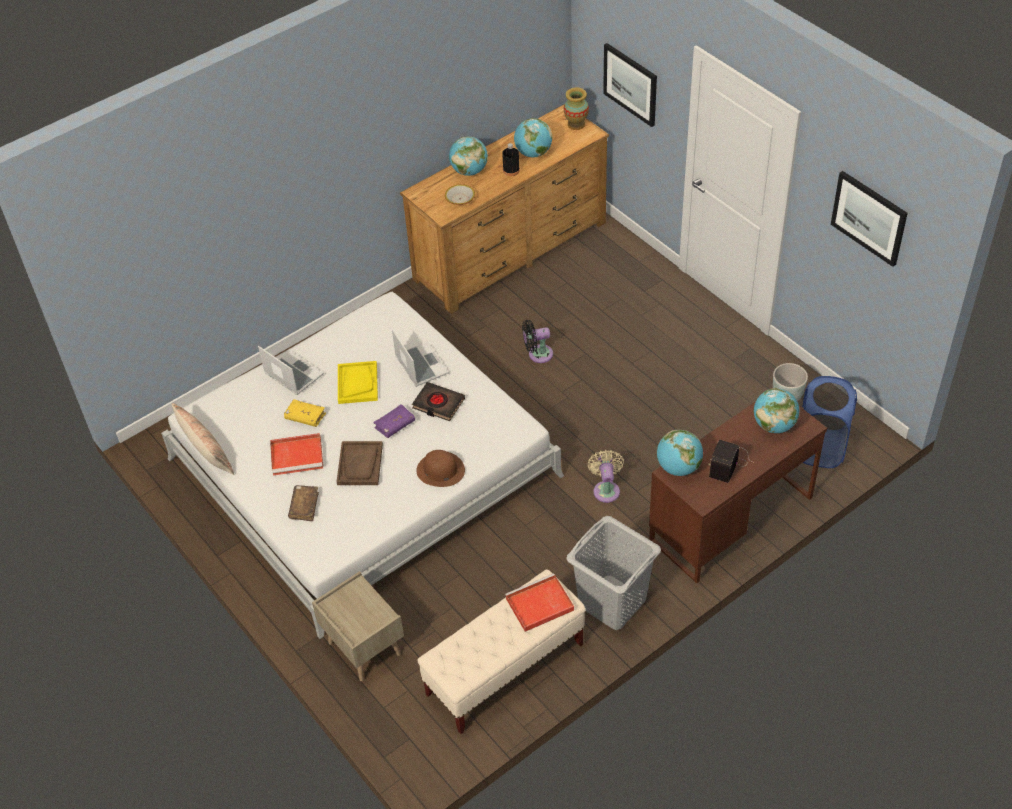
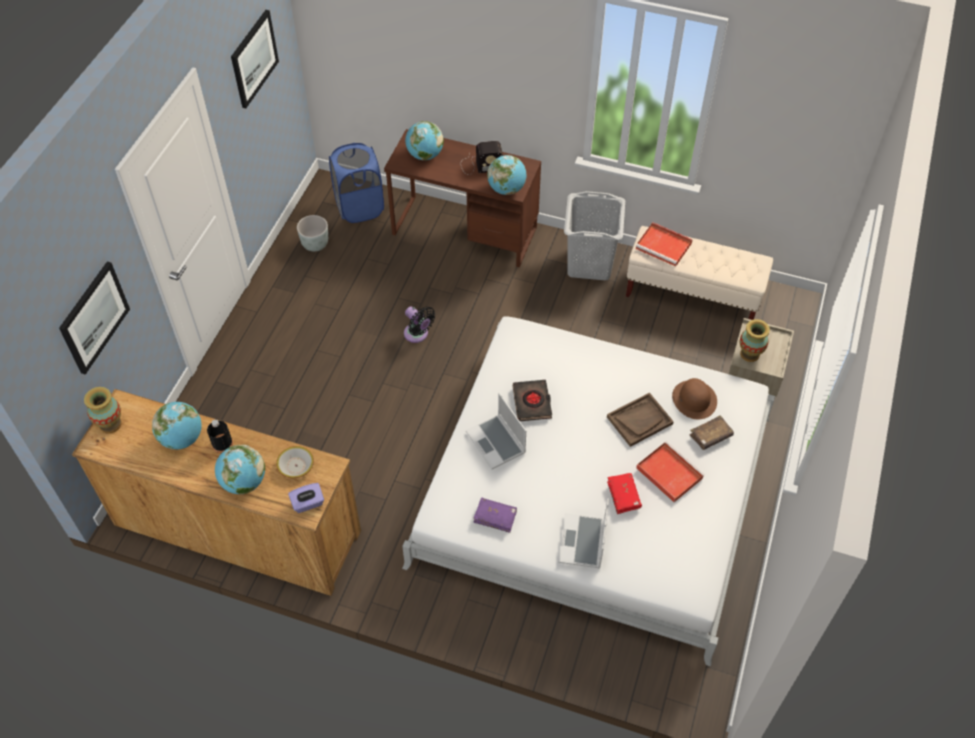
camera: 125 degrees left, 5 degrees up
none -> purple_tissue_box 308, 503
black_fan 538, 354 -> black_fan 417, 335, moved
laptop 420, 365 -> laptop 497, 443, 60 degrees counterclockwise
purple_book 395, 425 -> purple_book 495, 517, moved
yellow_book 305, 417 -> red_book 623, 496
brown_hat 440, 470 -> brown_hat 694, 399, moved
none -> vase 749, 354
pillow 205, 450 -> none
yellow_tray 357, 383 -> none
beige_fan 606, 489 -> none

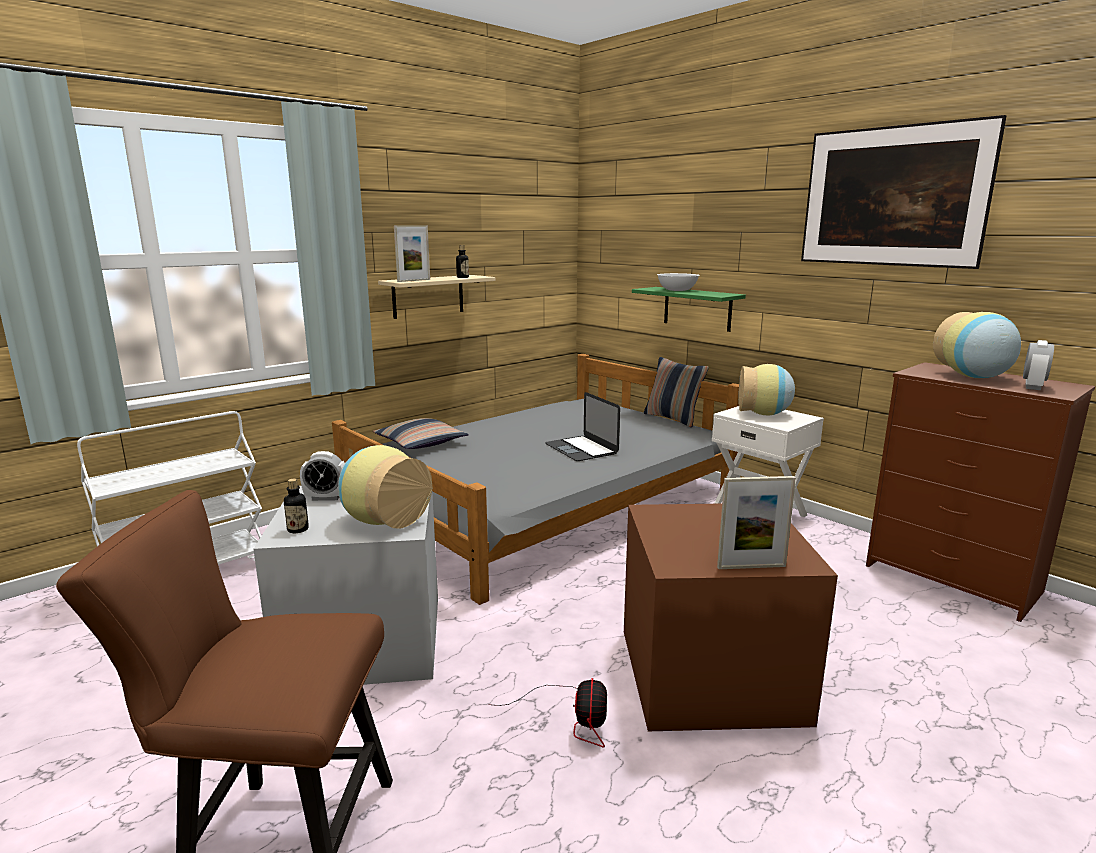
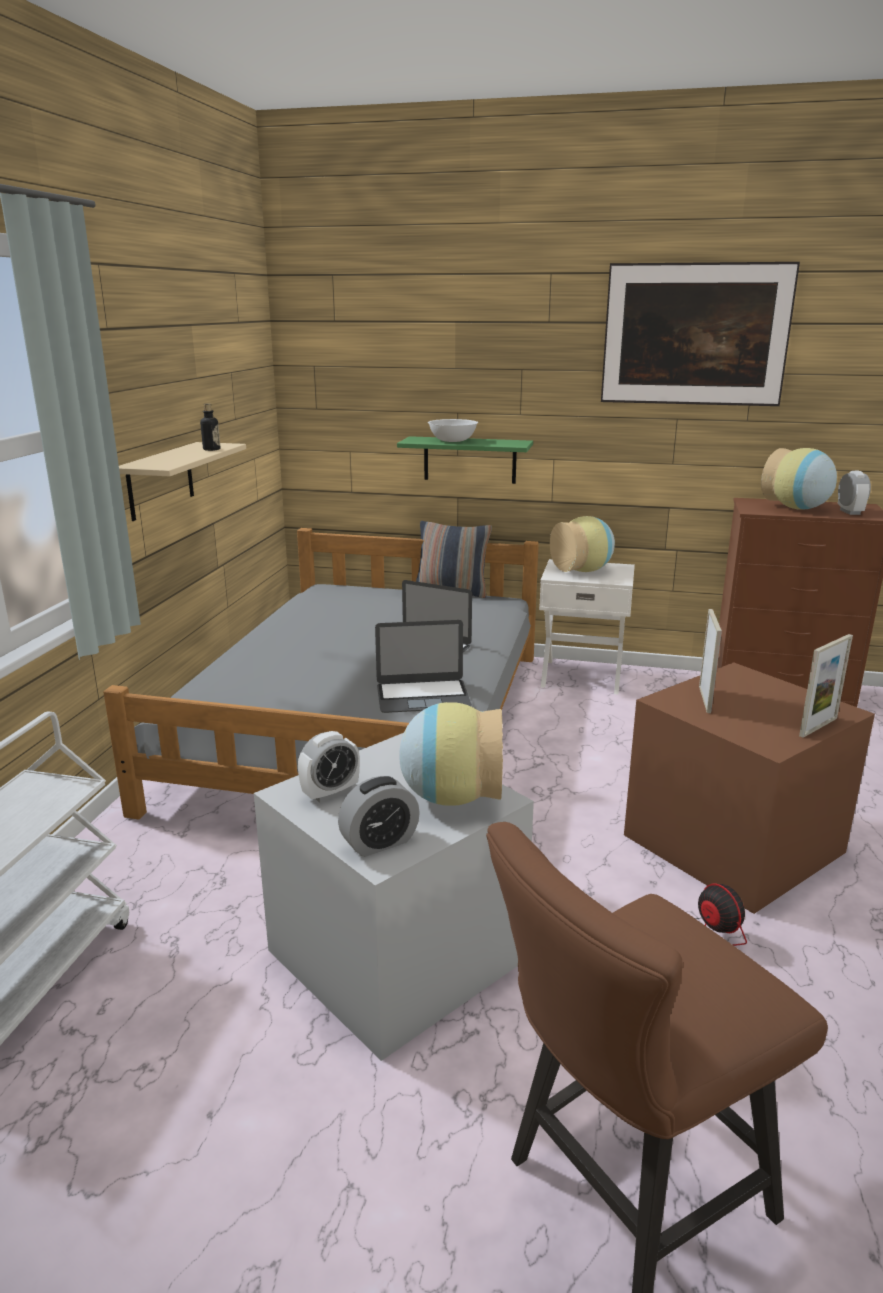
camera: 35 degrees left, 5 degrees up
bottle 298, 529 -> alarm_clock 379, 842
none -> laptop 423, 696
picture_frame 414, 280 -> picture_frame 704, 699, moved
pillow 420, 443 -> none

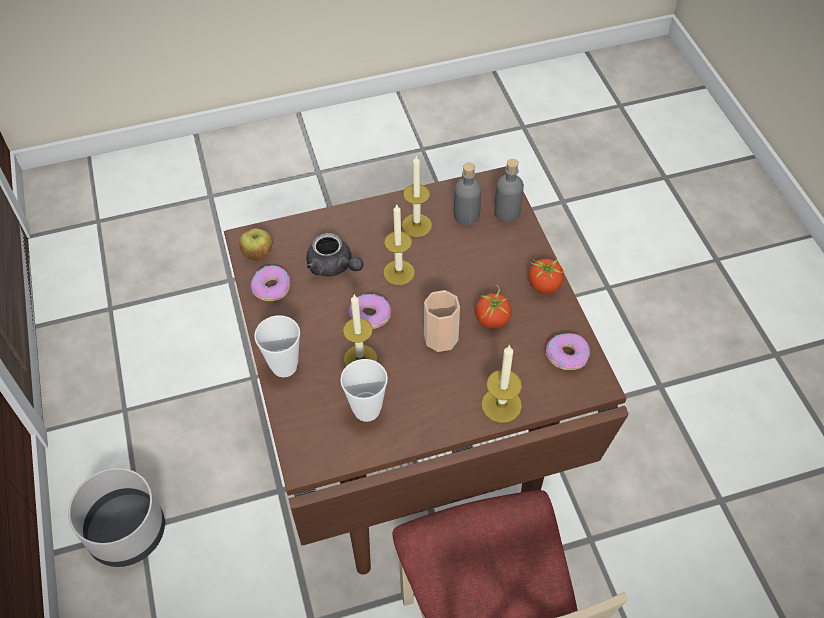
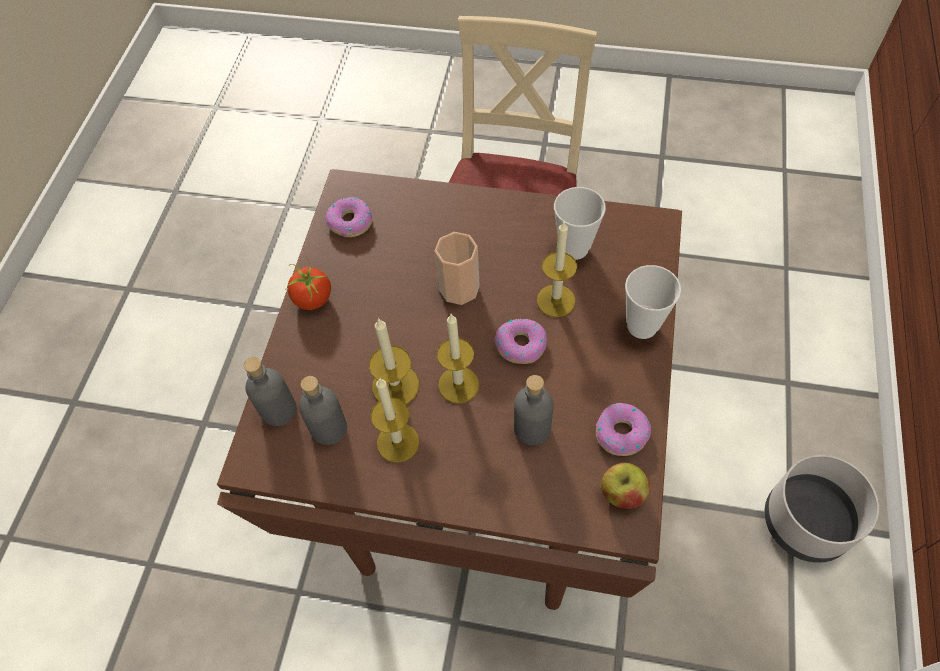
camera: 150 degrees left, 5 degrees up
candle 501, 405 -> candle 395, 386, moved
grey_teapot 334, 266 -> grey_bottle 532, 428
tomato 492, 320 -> none

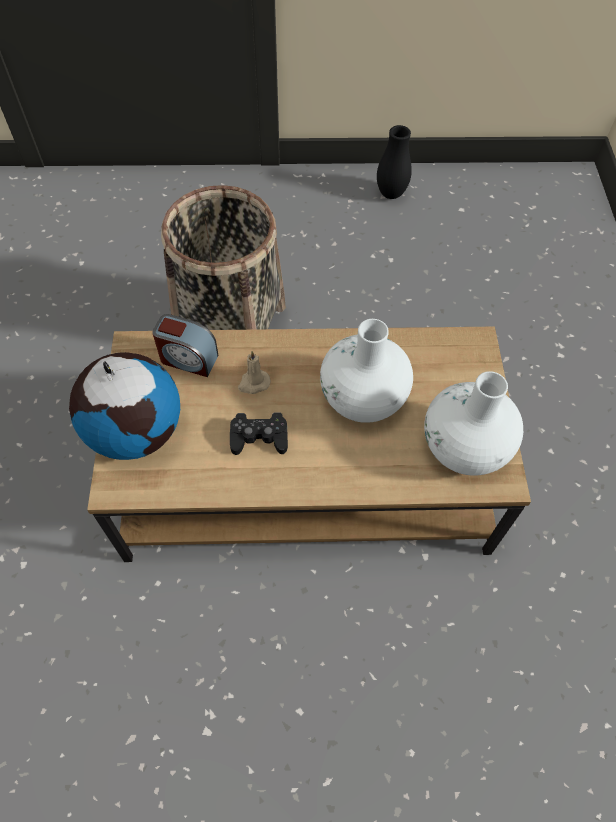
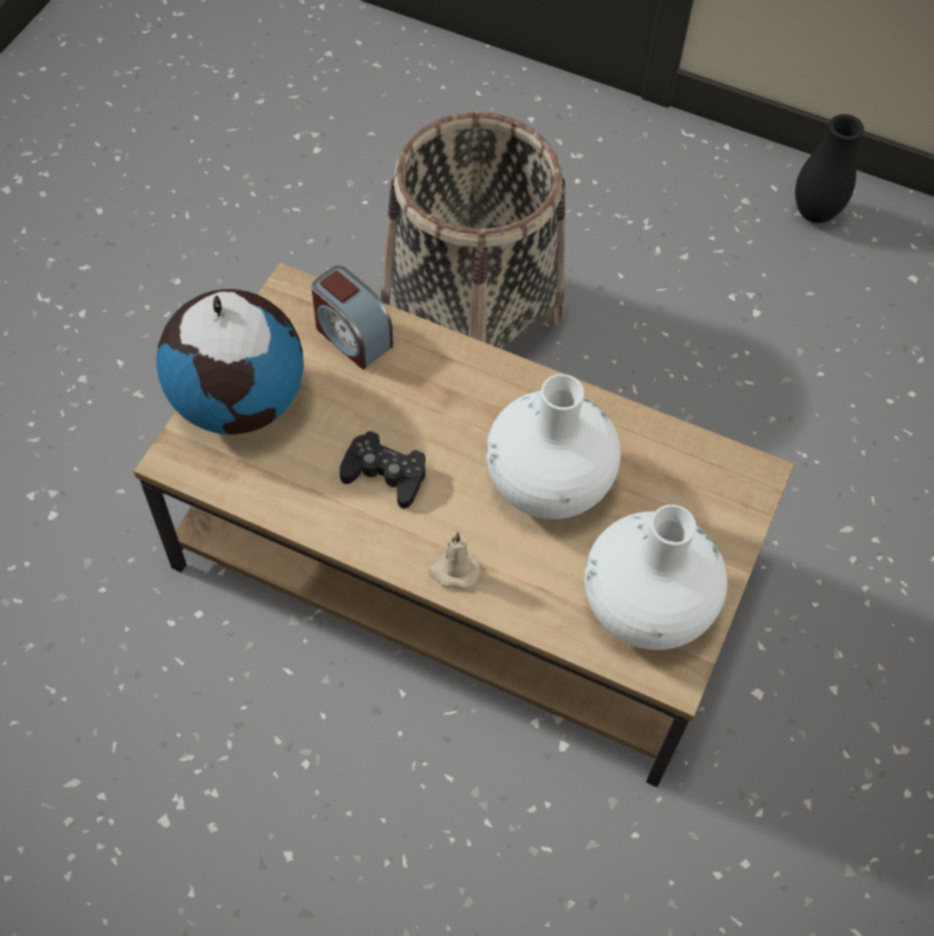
camera: 25 degrees right, 0 degrees up
beige_candle 253, 383 -> beige_candle 453, 571, moved

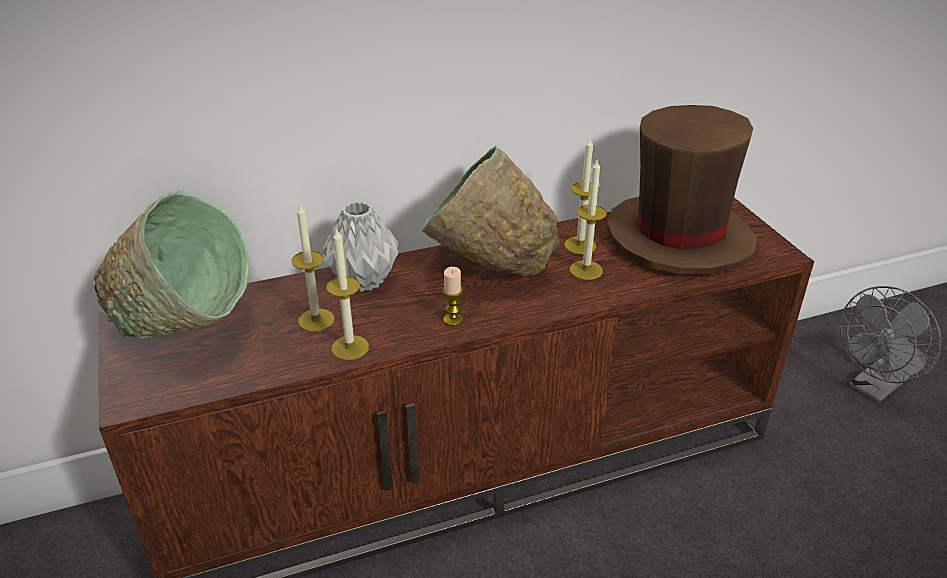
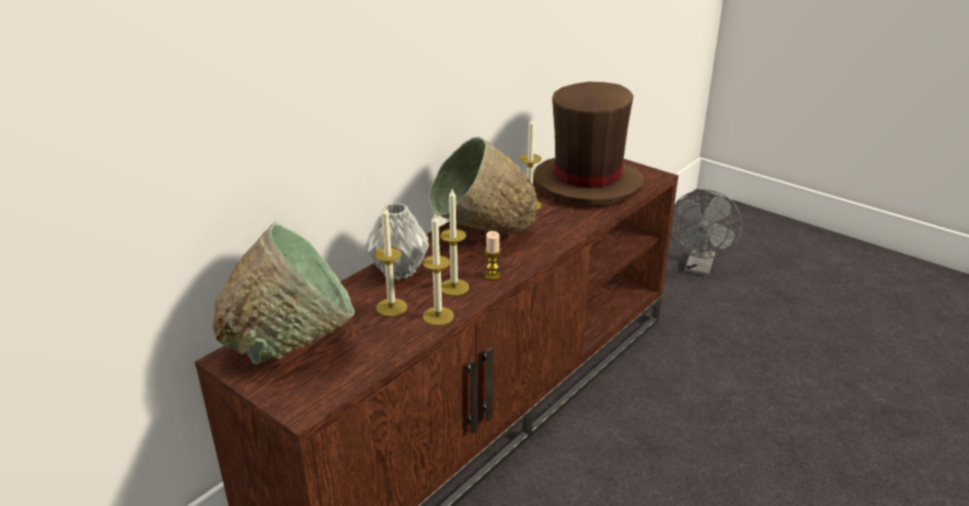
camera: 30 degrees left, 5 degrees down
candle 586, 270 -> candle 454, 287, moved

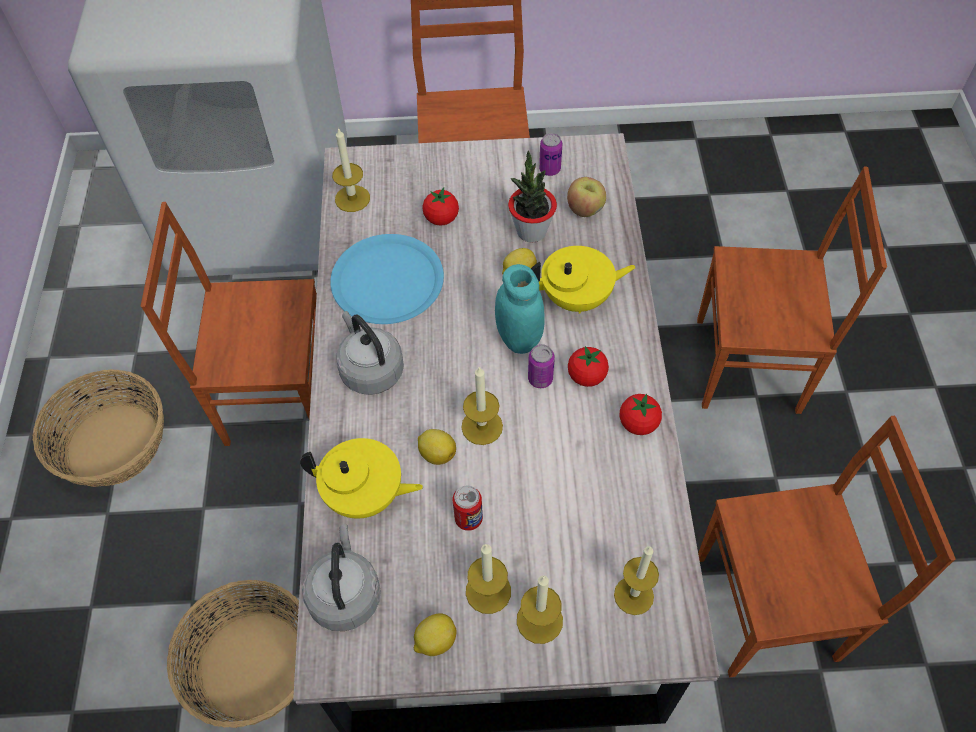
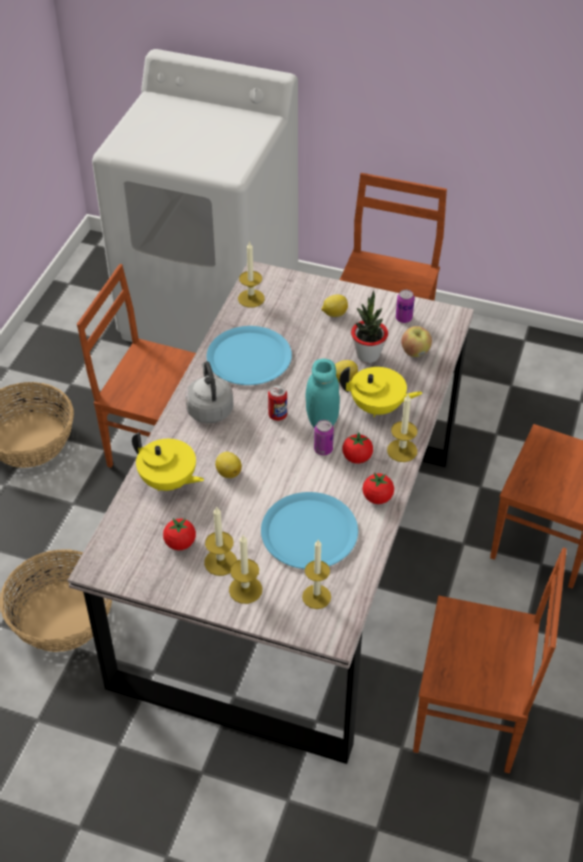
camera: 20 degrees right, 10 degrees down
tomato 441, 218 -> tomato 180, 543, moved
none -> blue_plate 309, 532
can 468, 519 -> can 277, 415, moved
lemon 435, 641 -> lemon 334, 313, moved
candle 482, 426 -> candle 402, 450, moved
grey_kettle 345, 594 -> none

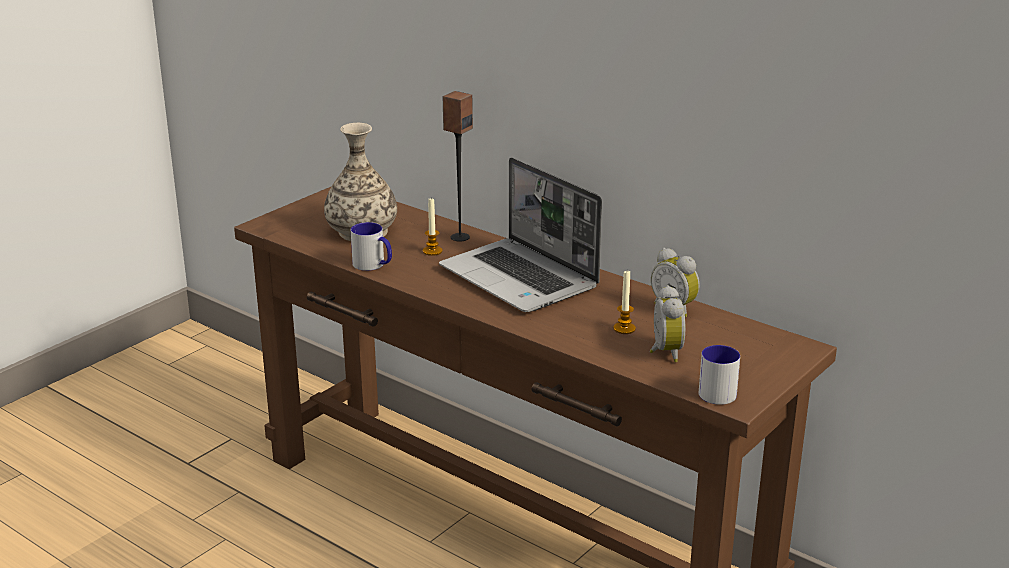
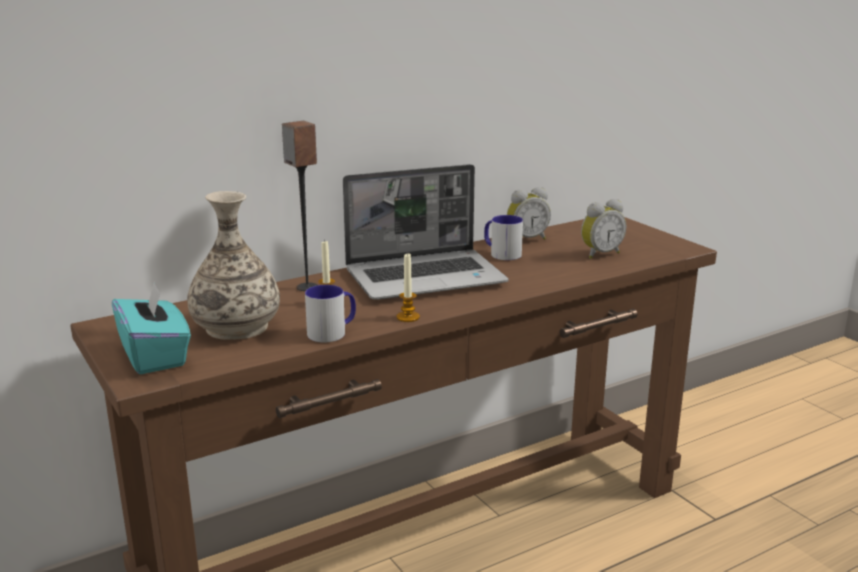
camera: 70 degrees left, 5 degrees down
none -> turquoise_tissue_box 155, 356
candle 624, 329 -> candle 408, 317, moved
mug 719, 391 -> mug 501, 253, moved
alarm_clock 664, 352 -> alarm_clock 600, 254, 135 degrees clockwise

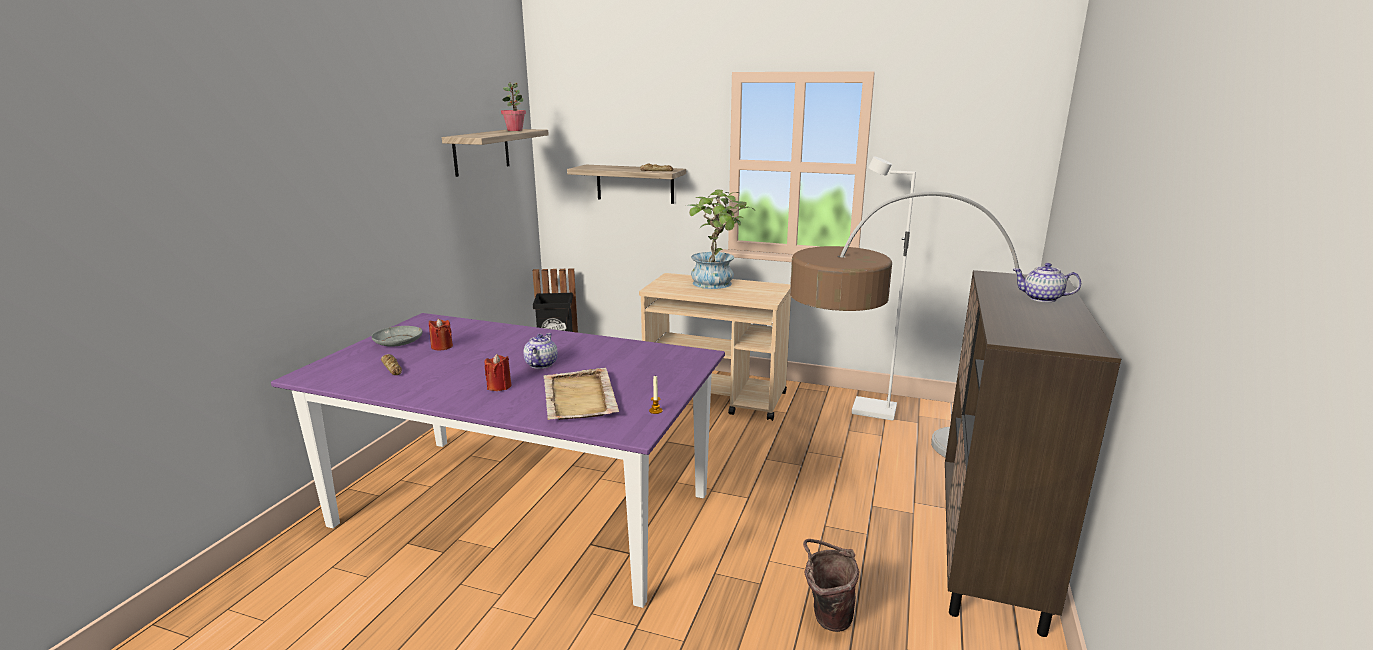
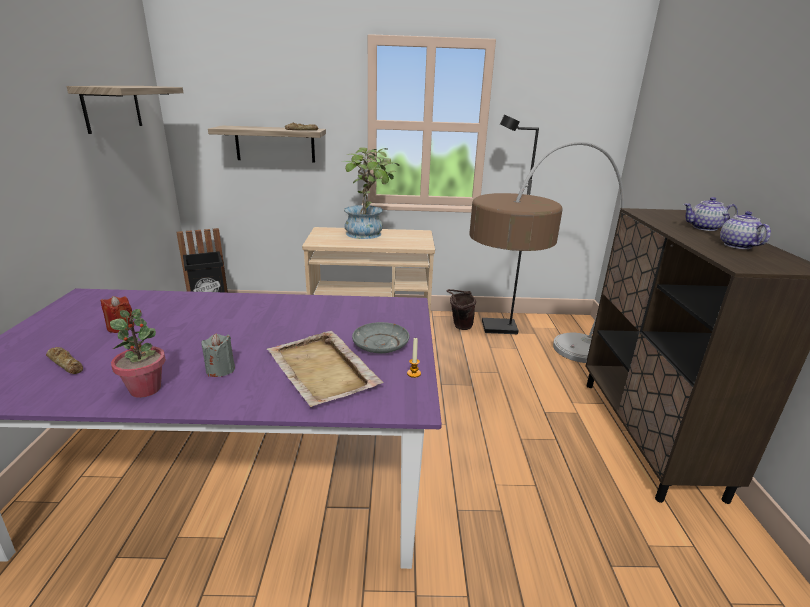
camera: 20 degrees left, 5 degrees up
potted_plant 515, 130 -> potted_plant 146, 389, moved
red_candle 499, 386 -> grey_candle 220, 370
grey_plate 398, 342 -> grey_plate 380, 344, moved
brown_bucket 826, 617 -> brown_bucket 459, 326, moved
white_floor_lamp 873, 411 -> black_floor_lamp 498, 328
teapot 541, 364 -> teapot 736, 245, moved

